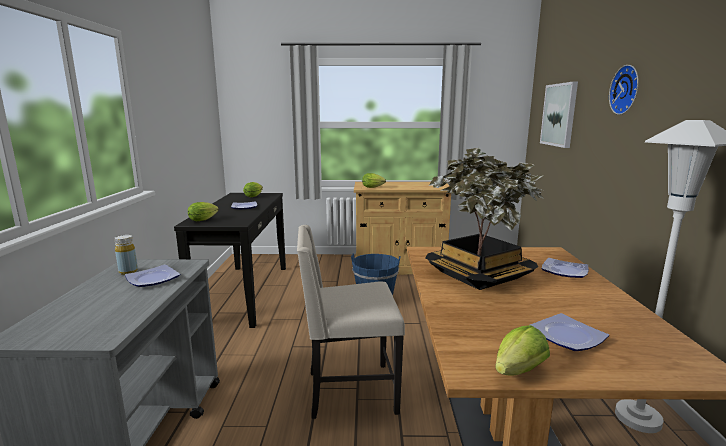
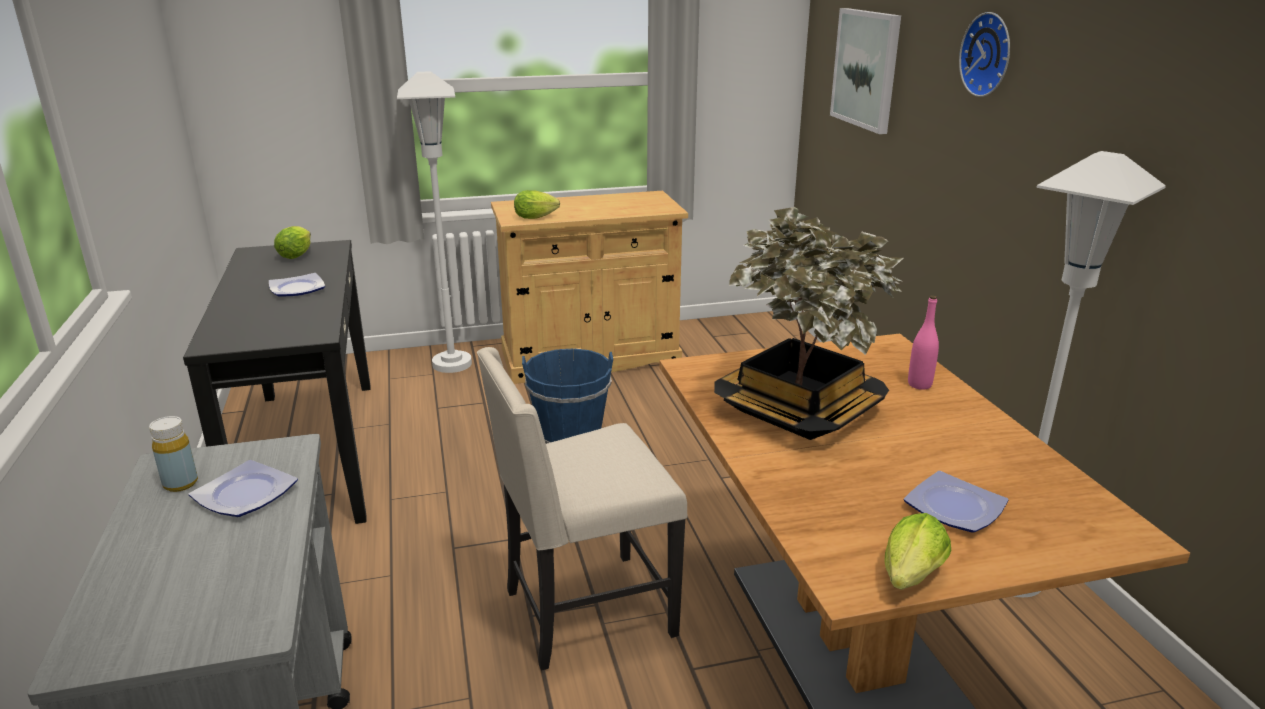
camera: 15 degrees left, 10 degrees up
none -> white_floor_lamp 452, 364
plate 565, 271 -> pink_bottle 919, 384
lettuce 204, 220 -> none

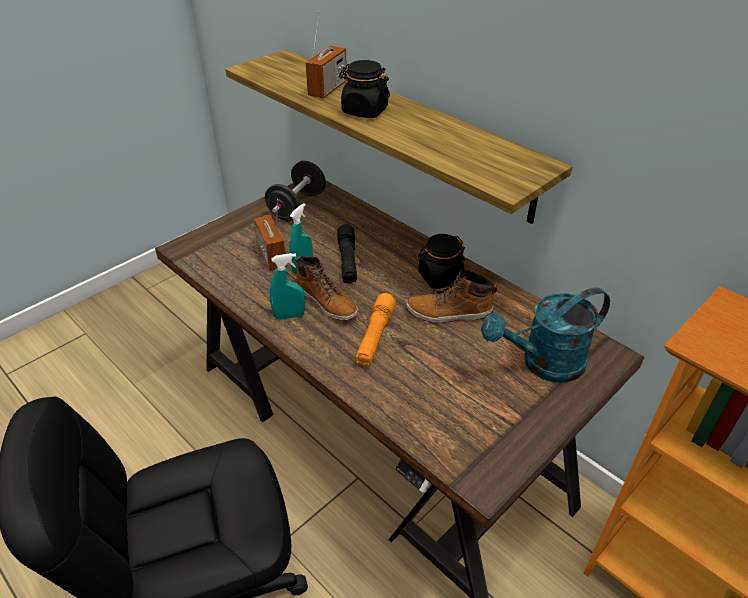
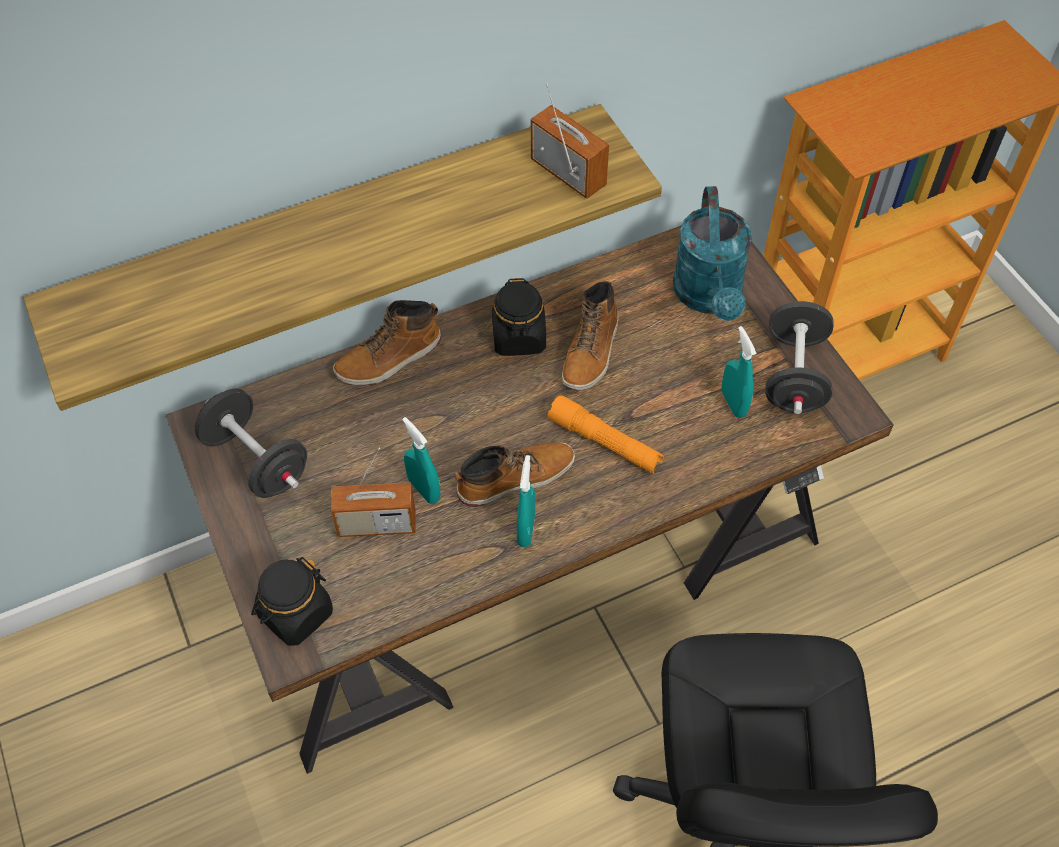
camera: 70 degrees left, 15 degrees up
black_jar 364, 111 -> black_jar 296, 614, moved
none -> boot 390, 359
radio 327, 89 -> radio 568, 173, moved
none -> turquoise_spray_bottle 733, 403
none -> black_dumbbell 794, 375
black_flashlight 347, 261 -> none

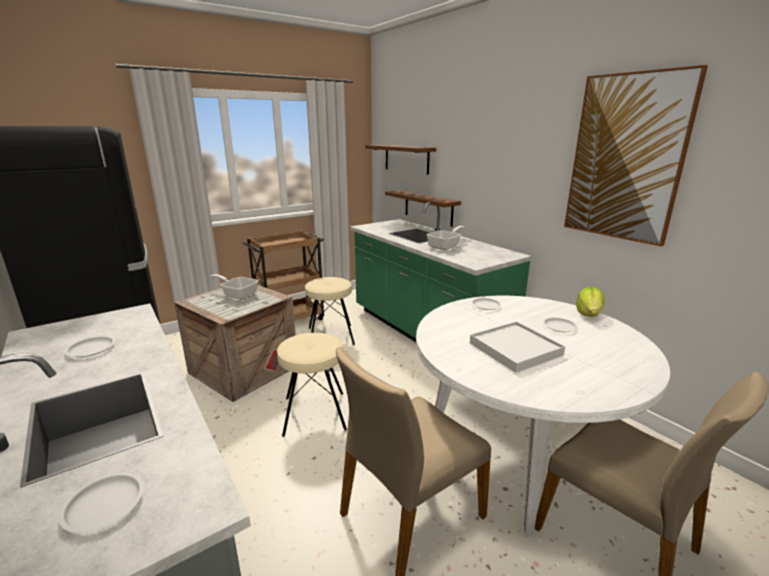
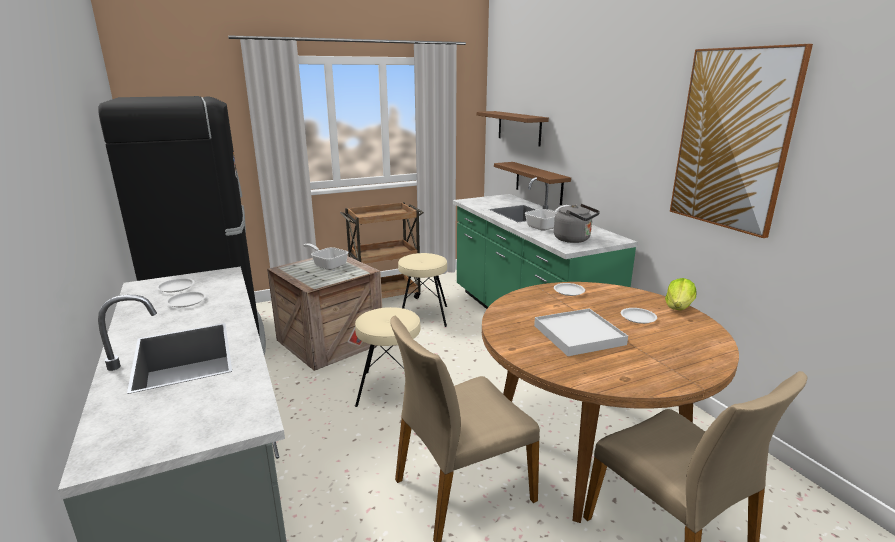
camera: 10 degrees right, 0 degrees up
white_plate 105, 506 -> white_plate 176, 287, moved
white_dining_table 516, 454 -> brown_dining_table 587, 450
none -> grey_kettle 574, 239

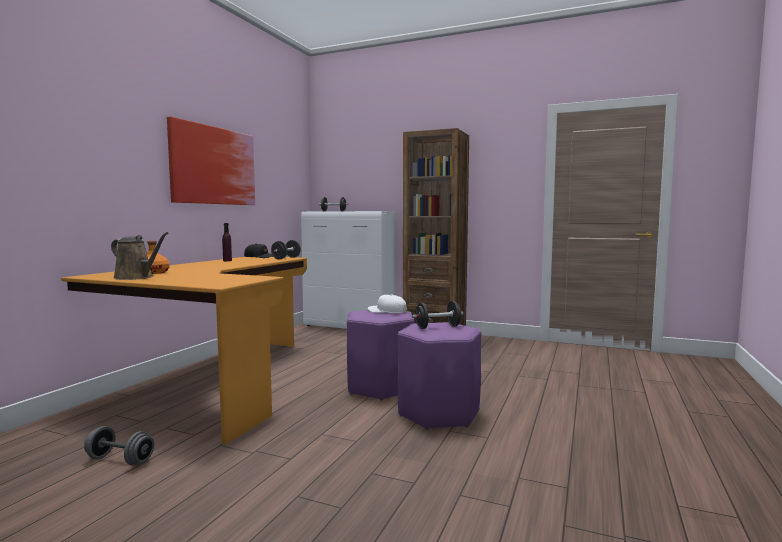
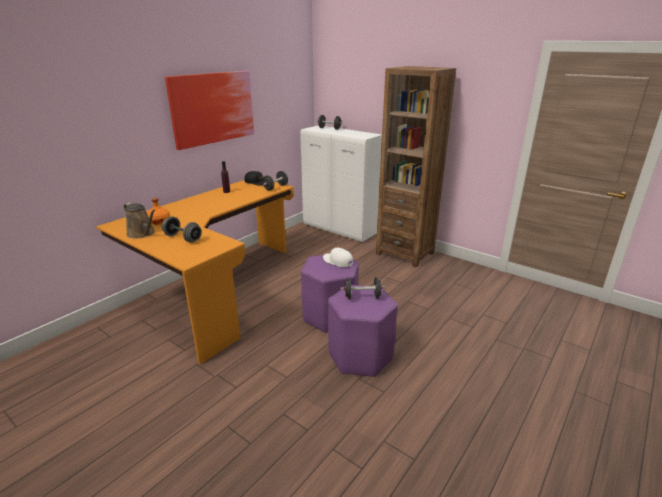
camera: 15 degrees right, 20 degrees up
grey_dumbbell 120, 460 -> grey_dumbbell 183, 238, moved

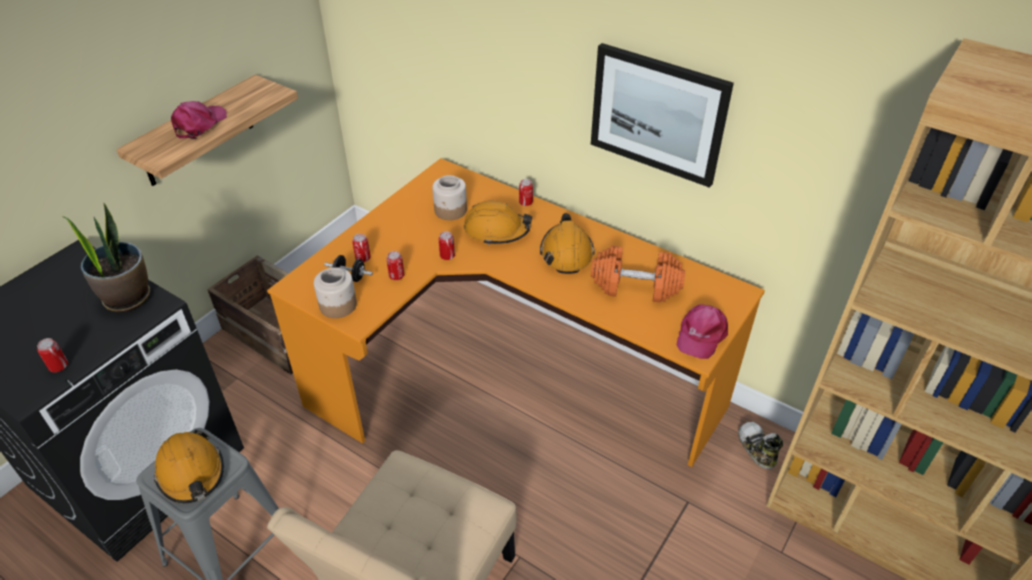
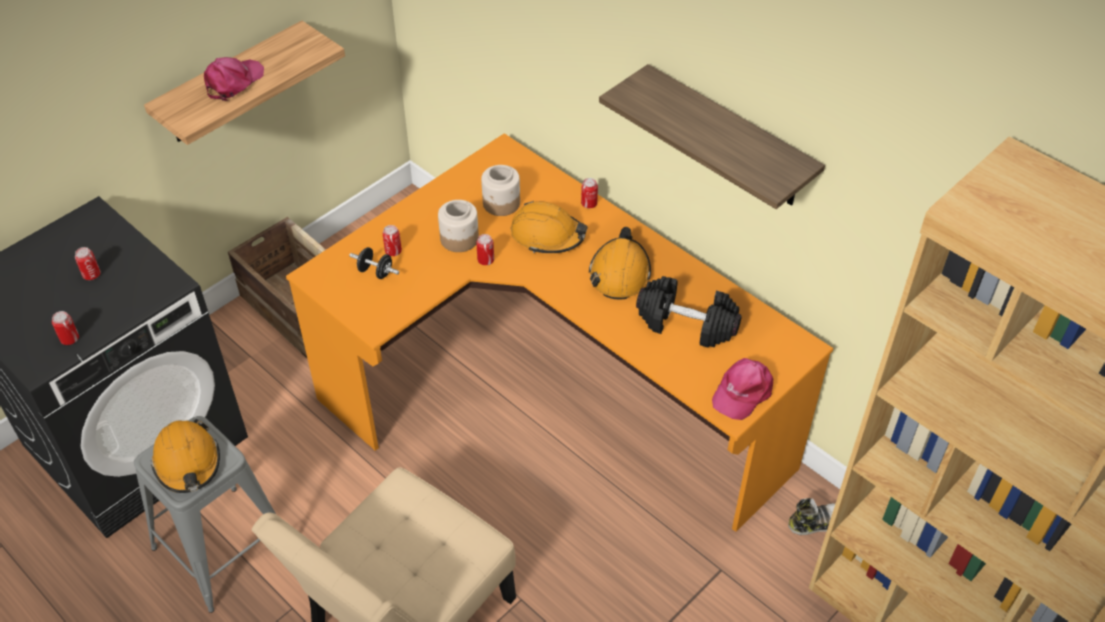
camera: 10 degrees right, 5 degrees up
can 396, 276 -> can 91, 275, moved
jar 337, 305 -> jar 459, 239, moved
picture 658, 114 -> shelf 729, 138
orange_dumbbell 635, 287 -> black_dumbbell 686, 325
shoe 756, 449 -> shoe 817, 522, 90 degrees clockwise
potted_plant 127, 297 -> none

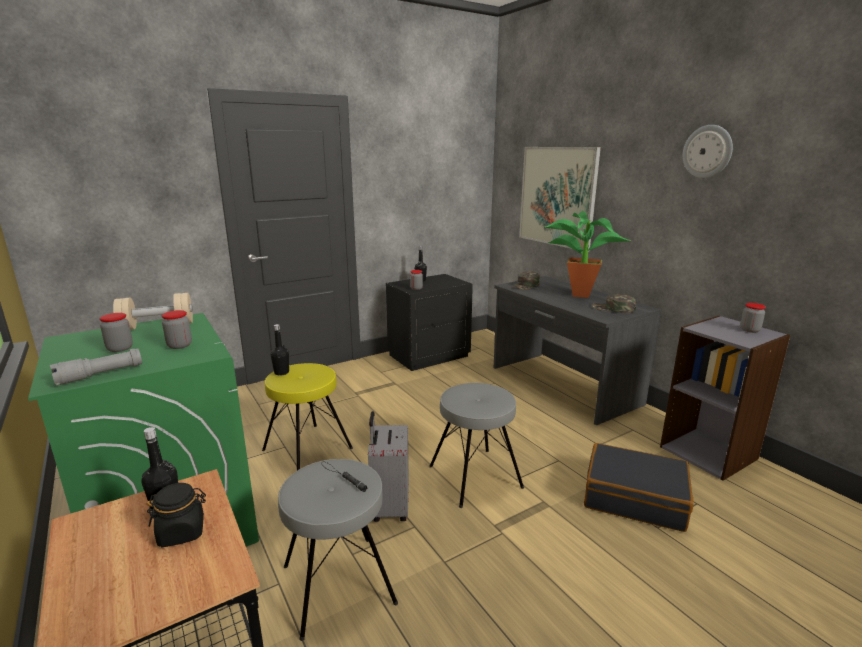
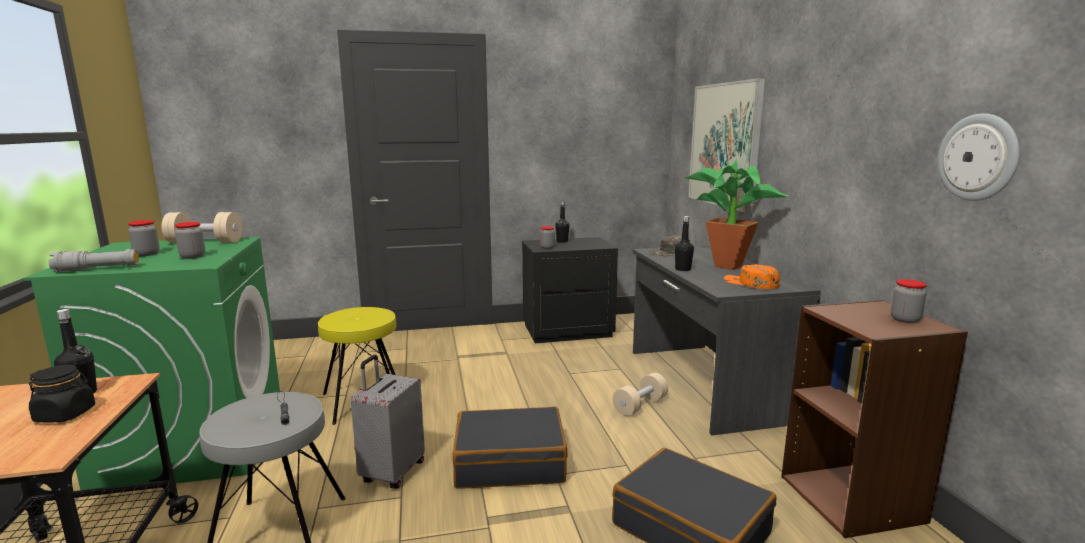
camera: 20 degrees right, 5 degrees down
grey_stool 475, 477 -> black_suitcase 509, 462
none -> beige_dumbbell 640, 406
black_bottle 281, 372 -> black_bottle 683, 269, moved
green_cap 613, 309 -> orange_cap 751, 283
grey_bookcase 709, 452 -> brown_bookcase 852, 498
wall_clock 707, 151 -> wall_clock 978, 157, moved

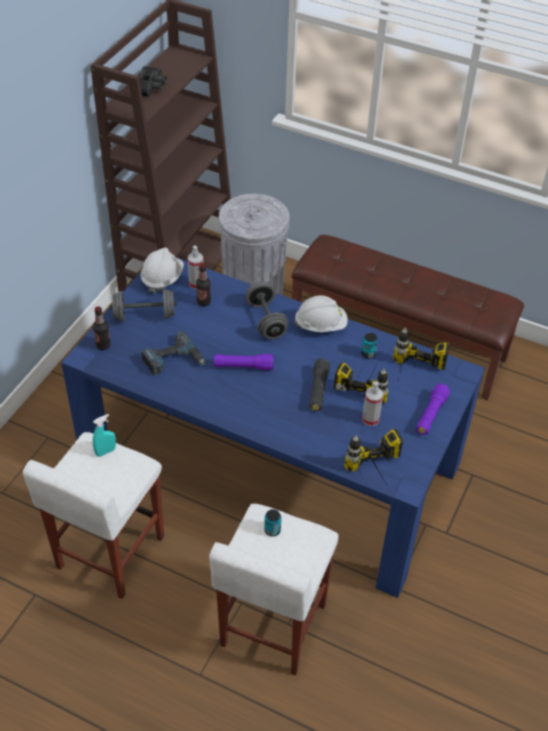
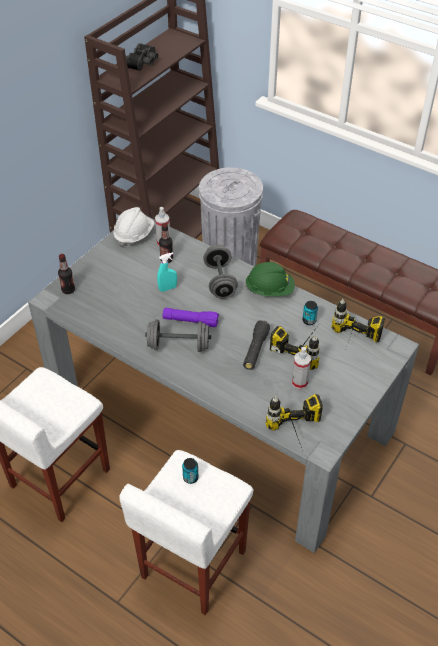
camera: 10 degrees right, 0 degrees up
blue_dining_table 270, 461 -> grey_dining_table 218, 411
grey_dumbbell 144, 315 -> grey_dumbbell 178, 345, moved
turquoise_spray_bottle 105, 451 -> turquoise_spray_bottle 167, 288, moved
white_hard_hat 321, 325 -> green_hard_hat 269, 290
power_drill 173, 360 -> none
purple_flashlight 431, 414 -> none

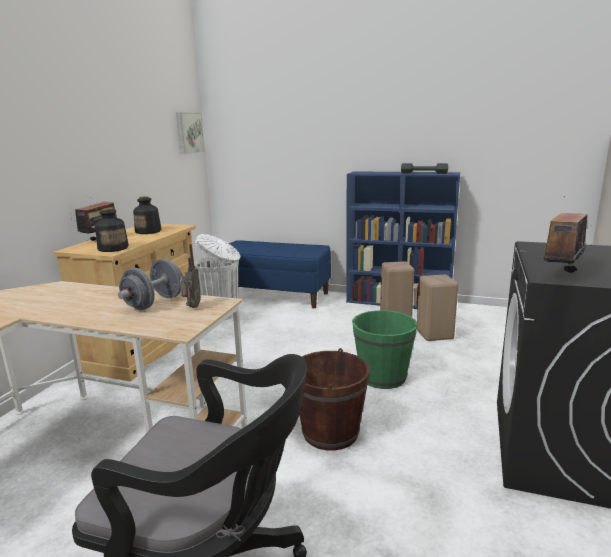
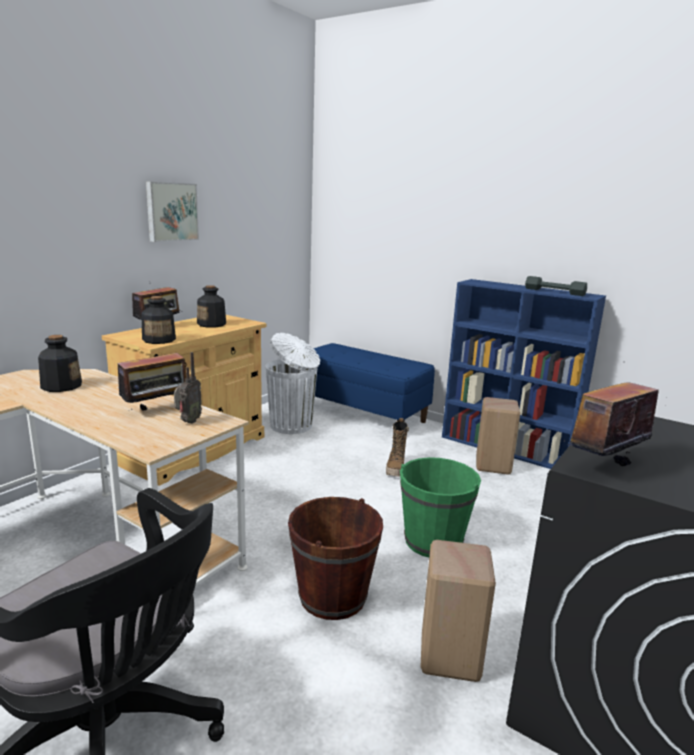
camera: 15 degrees right, 0 degrees up
none -> bottle 61, 386
grey_dumbbell 154, 303 -> radio 156, 410
picture 188, 133 -> picture 171, 211, moved
none -> boot 396, 468
beige_stool 434, 335 -> beige_stool 448, 658, moved

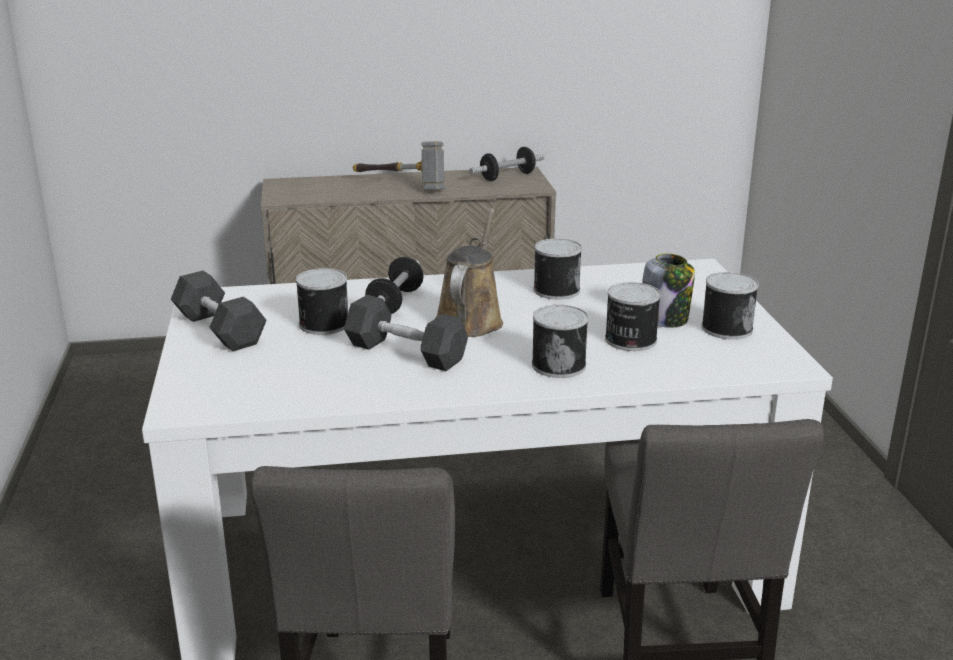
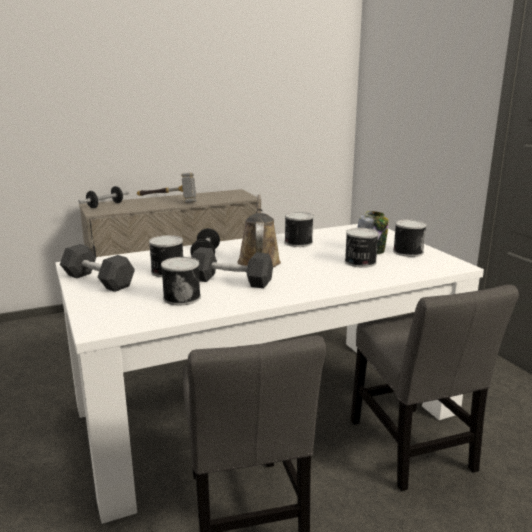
camera: 15 degrees left, 5 degrees down
dumbbell 507, 177 -> dumbbell 105, 205, moved
can 559, 364 -> can 182, 297, moved

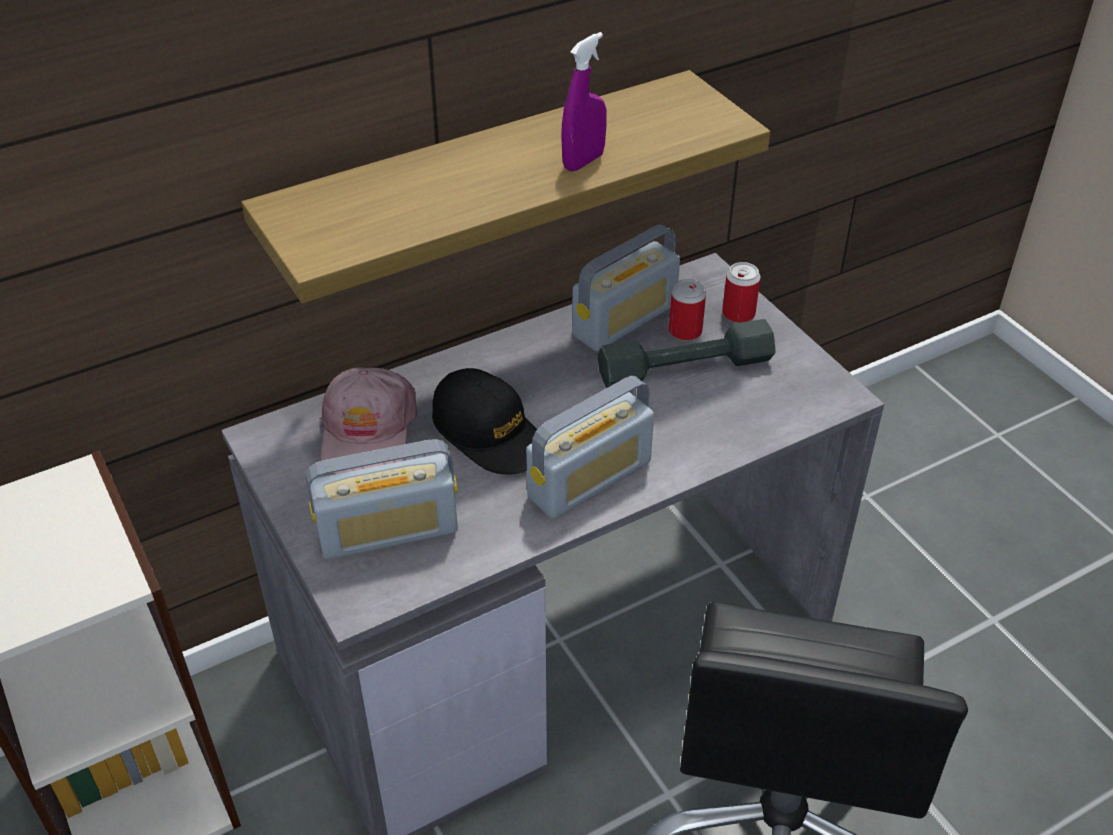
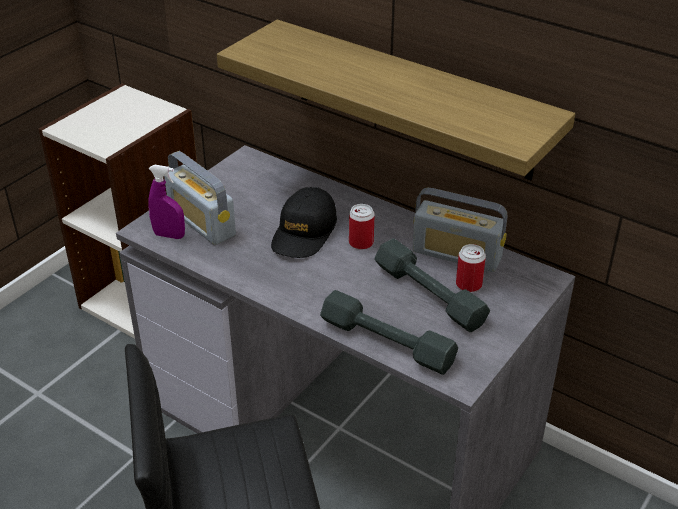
camera: 65 degrees right, 5 degrees down
purple_spray_bottle 583, 162 -> purple_spray_bottle 169, 235, moved
none -> grey_dumbbell 386, 342
can 738, 314 -> can 361, 243, moved
pink_cap 367, 433 -> none
radio 590, 479 -> none

